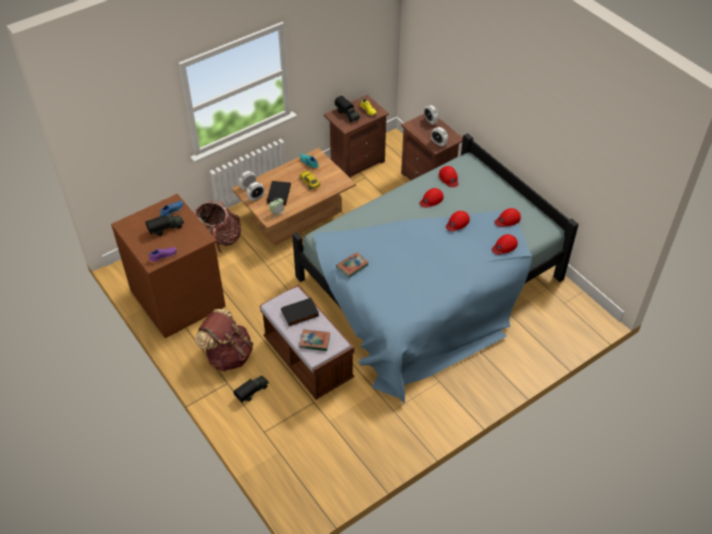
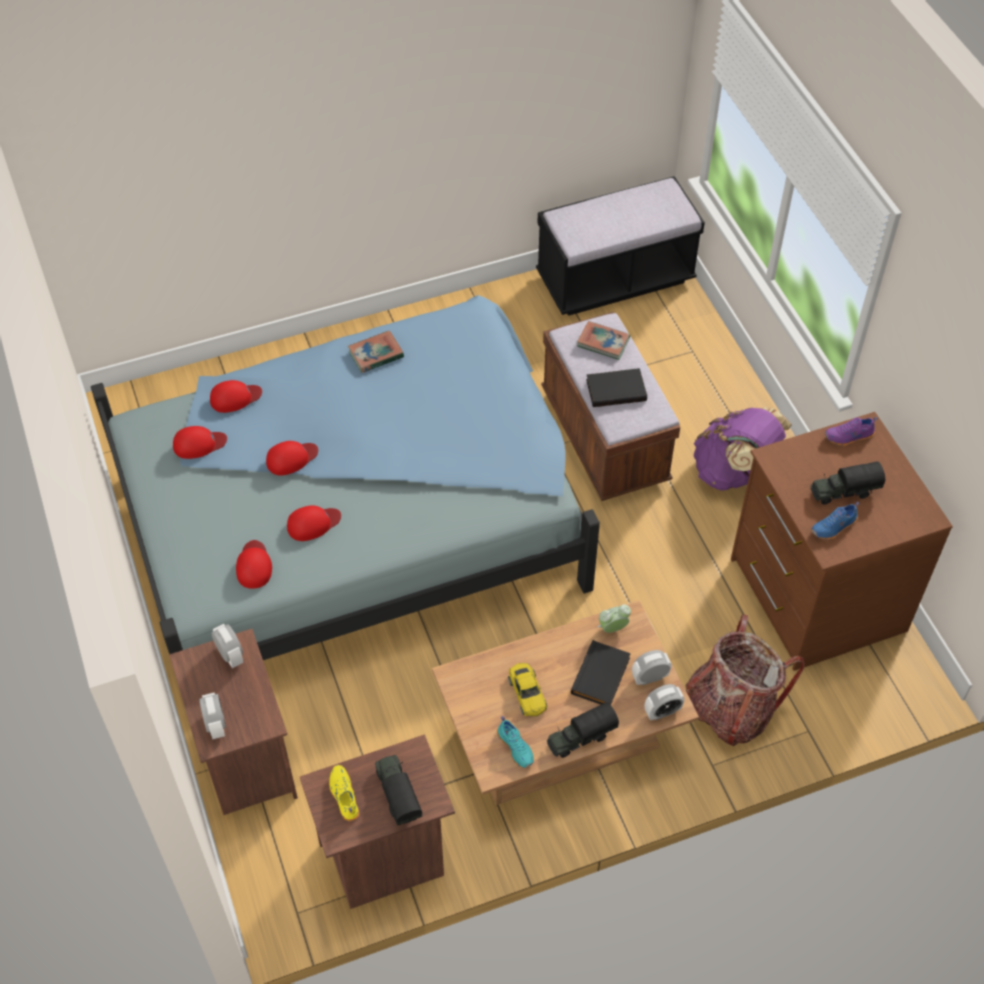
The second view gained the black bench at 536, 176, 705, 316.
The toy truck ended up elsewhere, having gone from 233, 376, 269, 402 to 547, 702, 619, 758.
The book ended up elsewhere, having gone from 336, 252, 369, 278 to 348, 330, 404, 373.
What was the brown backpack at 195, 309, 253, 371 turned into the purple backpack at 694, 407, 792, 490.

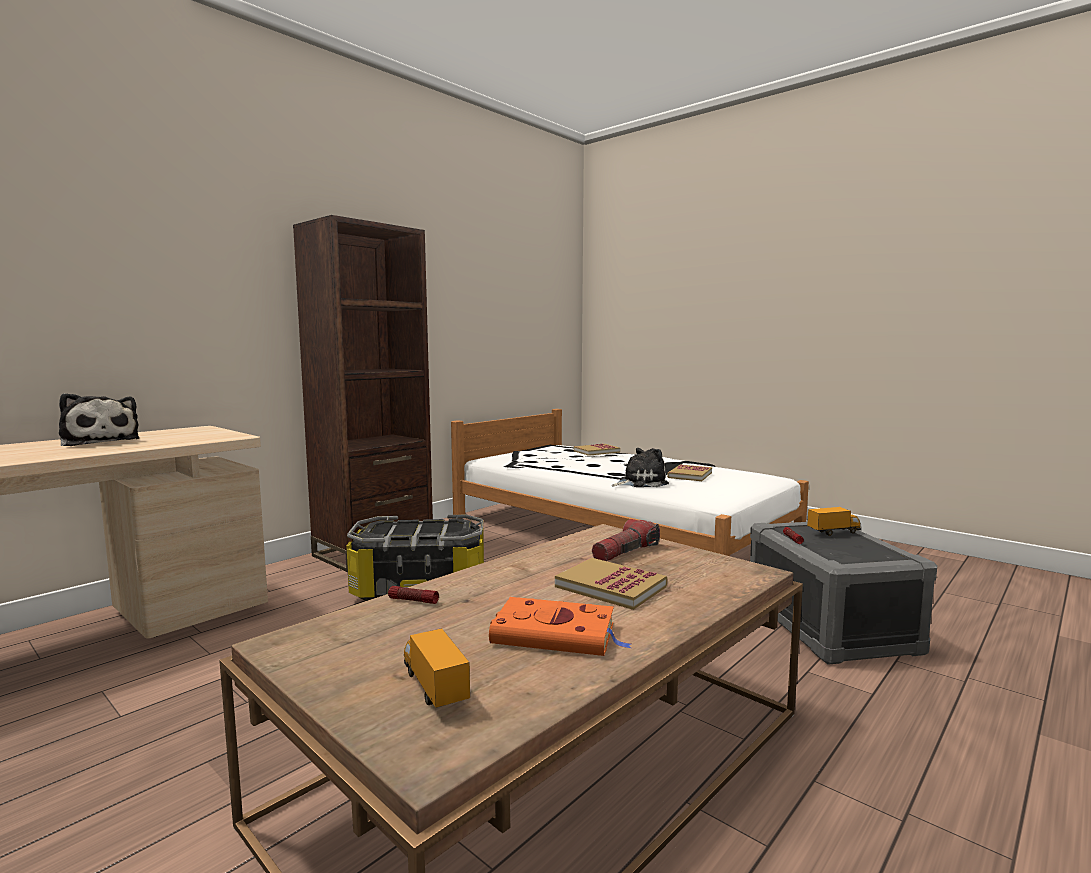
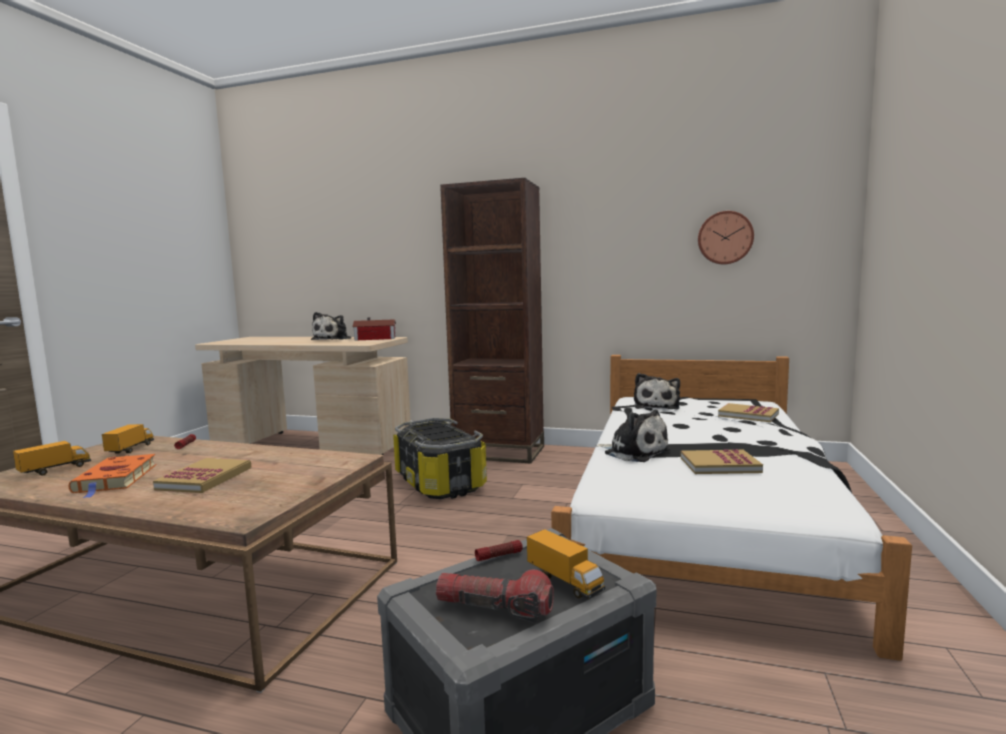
The second view gained the toy truck at 102, 424, 154, 454.
The second view gained the toy house at 352, 317, 396, 341.
The second view gained the plush toy at 634, 373, 680, 409.
The second view gained the wall clock at 698, 211, 754, 264.
The flashlight ended up elsewhere, having gone from 592, 519, 660, 561 to 436, 570, 554, 623.

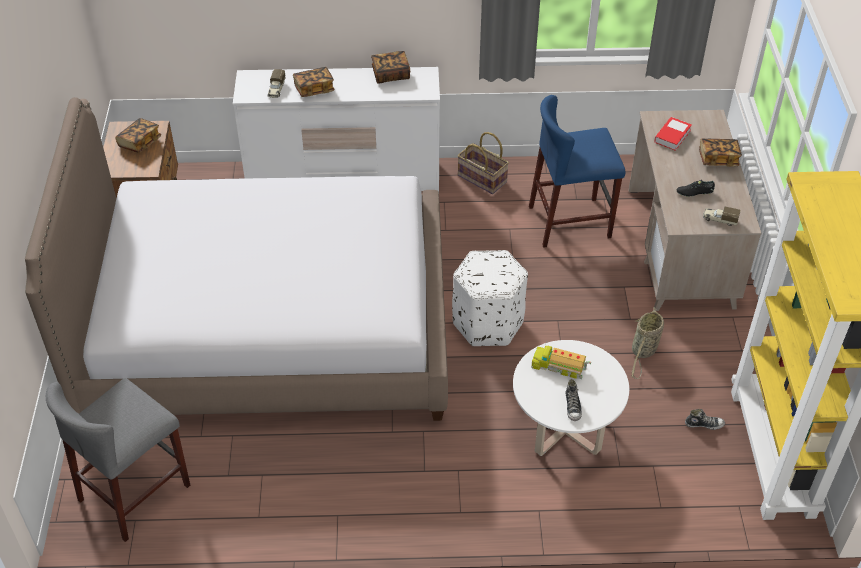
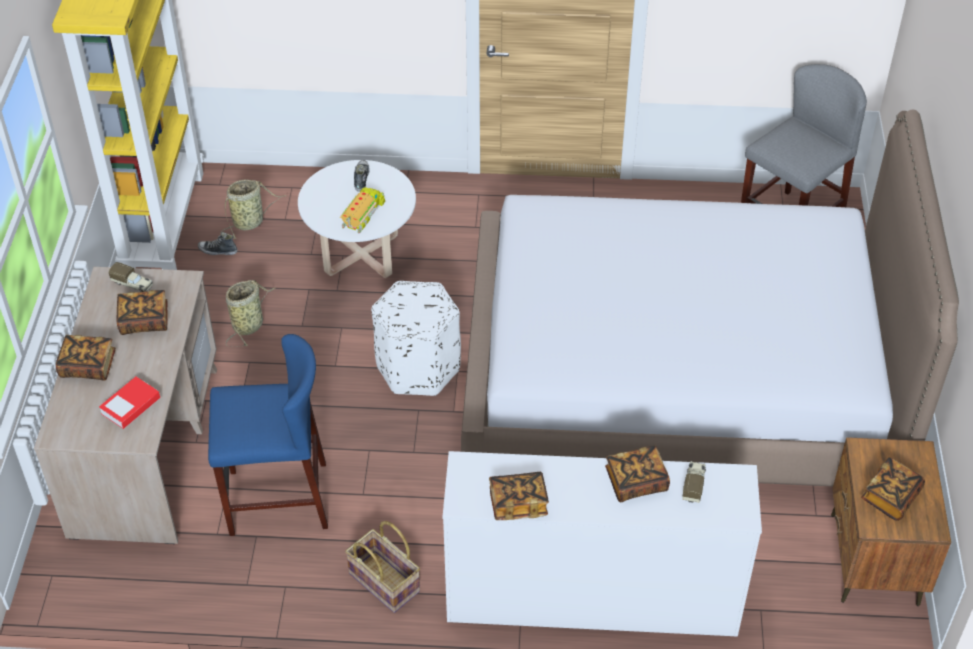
The second view gained the basket at 220, 180, 287, 239.
Where the black shoe stood at 677, 180, 715, 197, the book came to stand at 116, 290, 168, 335.
The toy truck at 531, 342, 591, 379 ended up facing another way, 90 degrees counterclockwise from before.

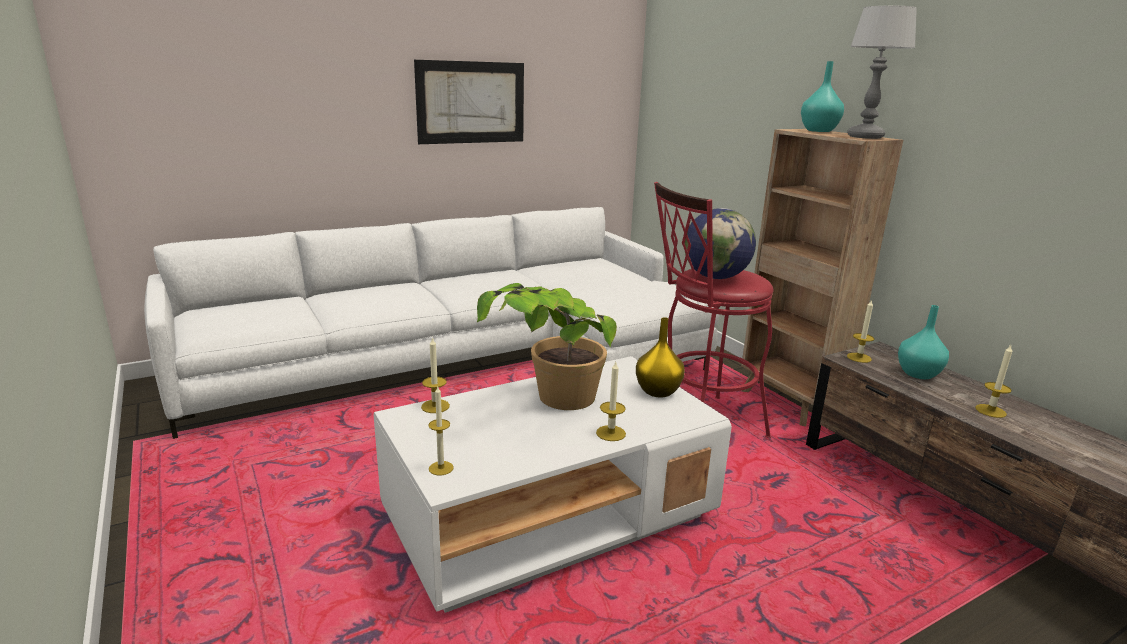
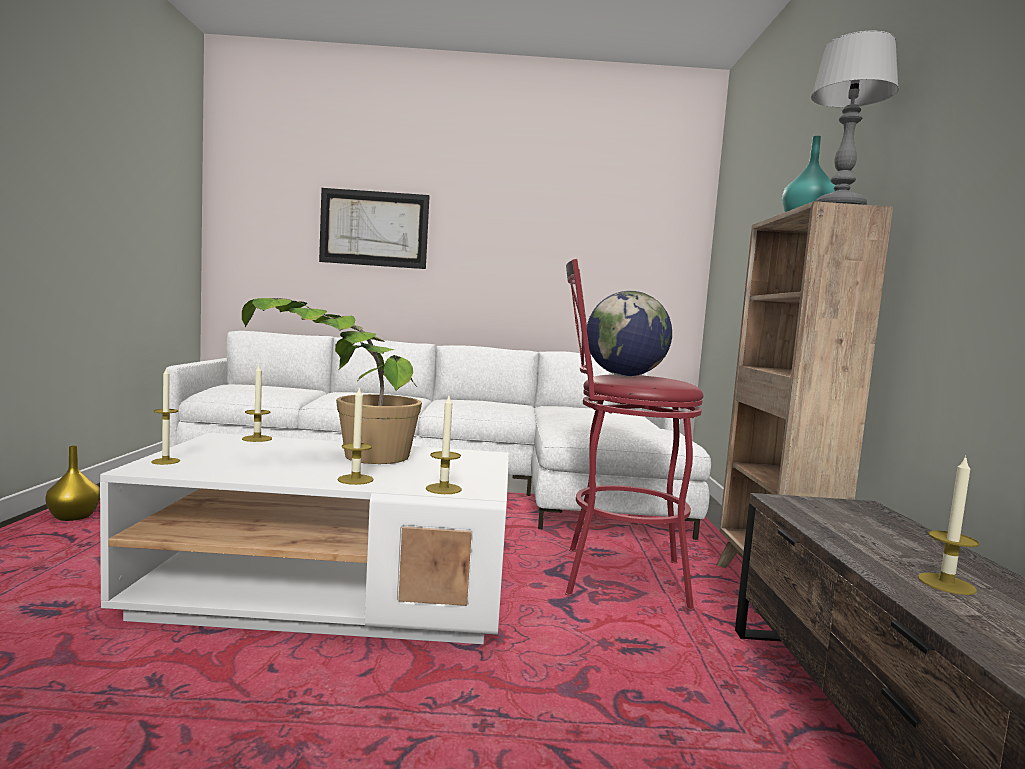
The second view lost the turquoise vase at 898, 305, 949, 379.
The picture ended up elsewhere, having gone from 414, 60, 524, 144 to 319, 188, 430, 269.
The yellow vase ended up elsewhere, having gone from 636, 317, 685, 398 to 45, 446, 100, 521.
The candle ended up elsewhere, having gone from 847, 299, 874, 363 to 426, 396, 462, 494.

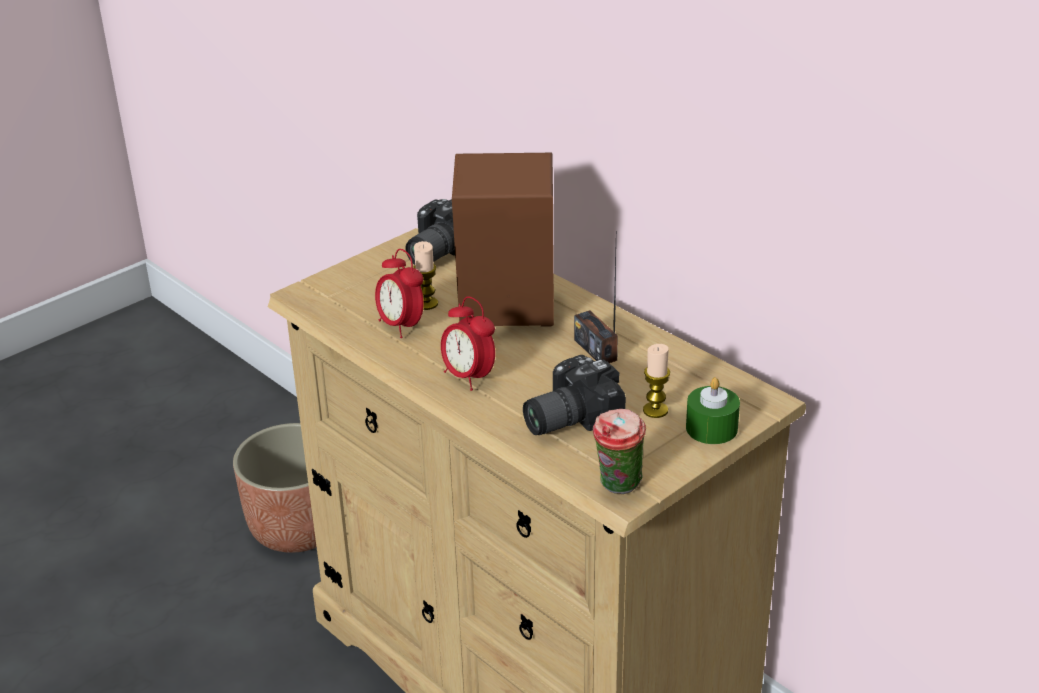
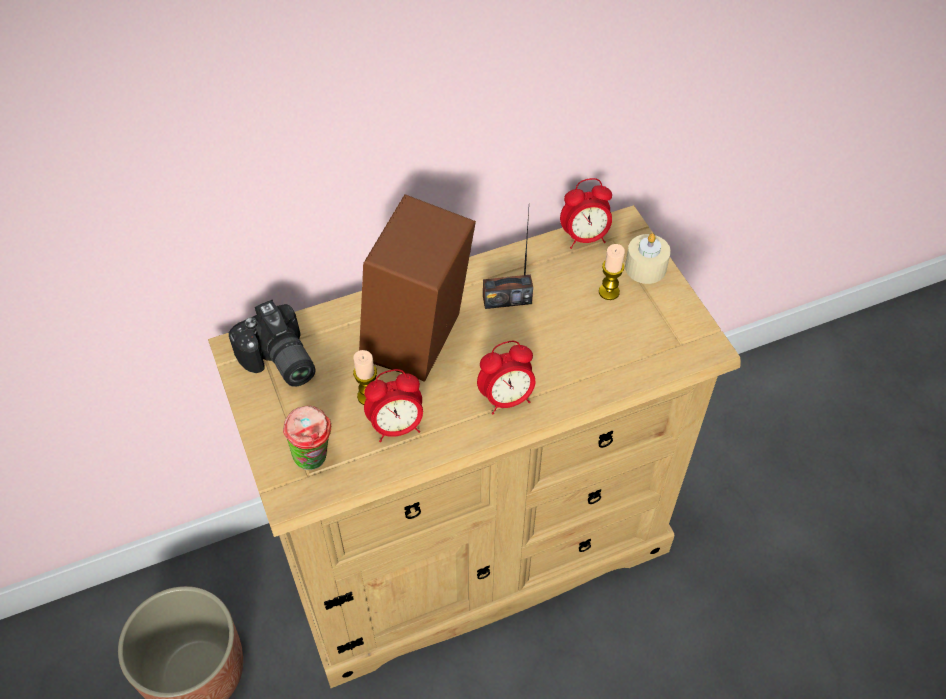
The second view lost the photo camera at 523, 355, 626, 435.
The second view gained the alarm clock at 560, 178, 612, 249.
The cup ended up elsewhere, having gone from 593, 409, 646, 494 to 283, 406, 331, 470.
What was the green candle at 686, 377, 740, 444 turned into the beige candle at 625, 233, 671, 284.

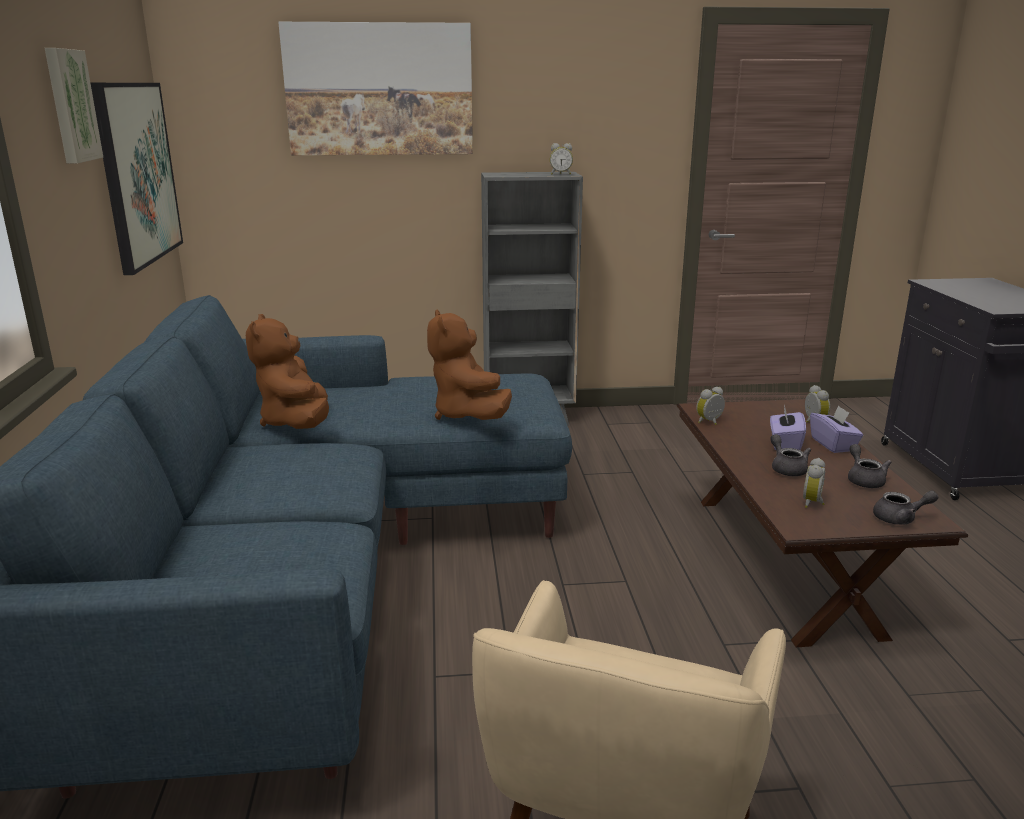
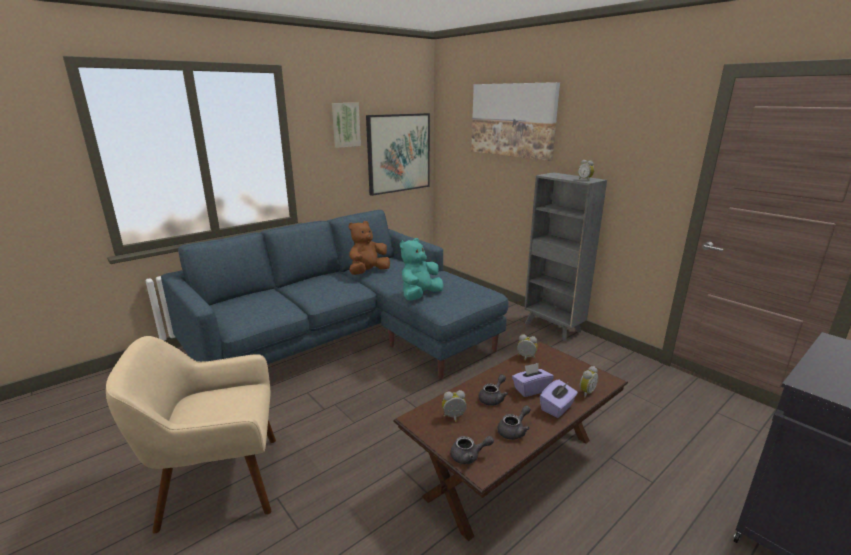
What was the brown plush toy at 427, 309, 512, 420 turned into the turquoise plush toy at 400, 238, 444, 301.
The grey teapot at 873, 490, 938, 525 ended up facing another way, 60 degrees counterclockwise from before.

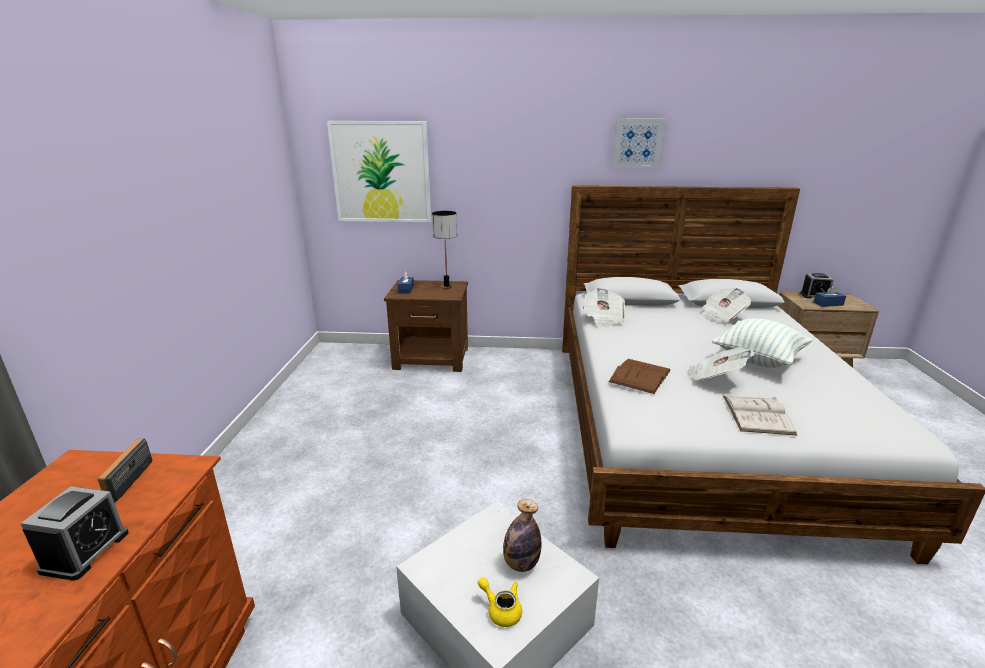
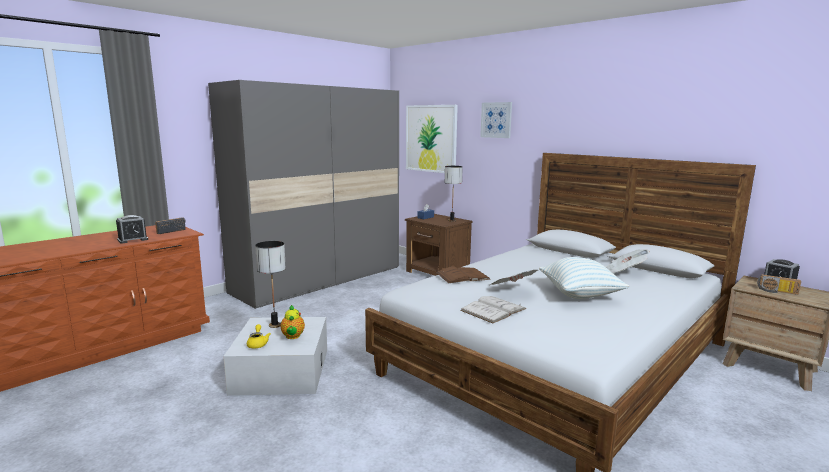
The second view lost the newspaper at 583, 288, 625, 328.
The second view gained the grey wardrobe at 208, 80, 399, 309.
The second view gained the table lamp at 255, 241, 286, 328.
The picture ended up elsewhere, having gone from 612, 118, 666, 169 to 480, 102, 512, 138.
Where the bottle stood at 503, 499, 541, 572, the teapot came to stand at 280, 305, 305, 339.
Where the blue tissue box stood at 814, 285, 846, 307, the radio came to stand at 757, 275, 801, 295.

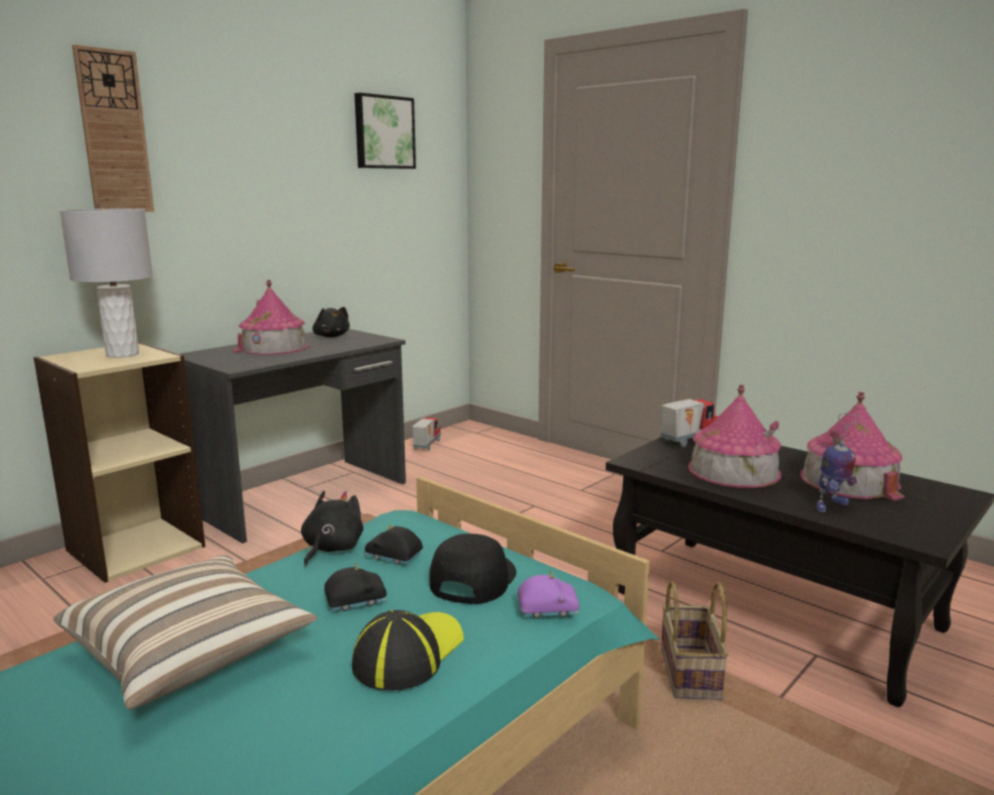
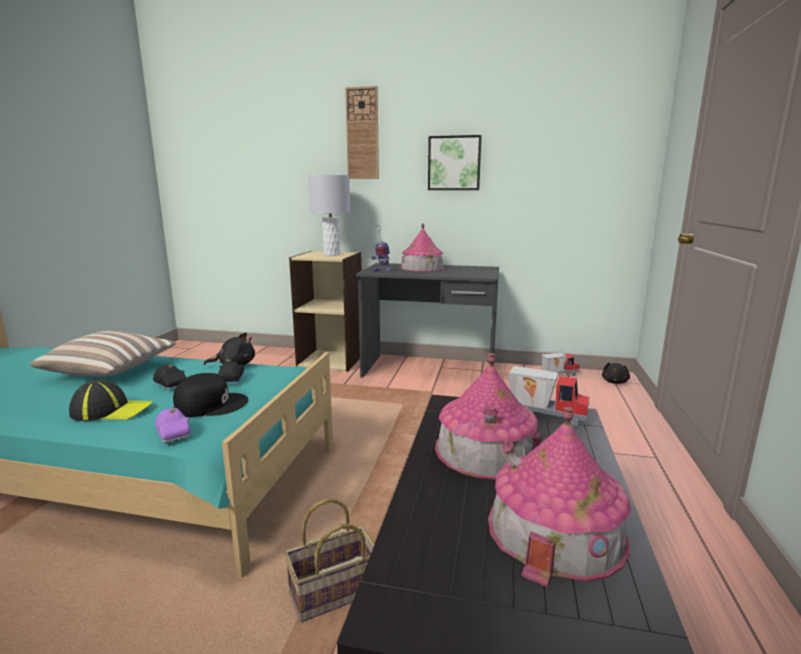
The black plush toy ended up elsewhere, having gone from 312, 307, 350, 338 to 602, 362, 630, 384.
The picture ended up elsewhere, having gone from 354, 93, 416, 169 to 428, 135, 482, 190.
The toy robot ended up elsewhere, having gone from 817, 413, 859, 512 to 371, 225, 391, 272.

